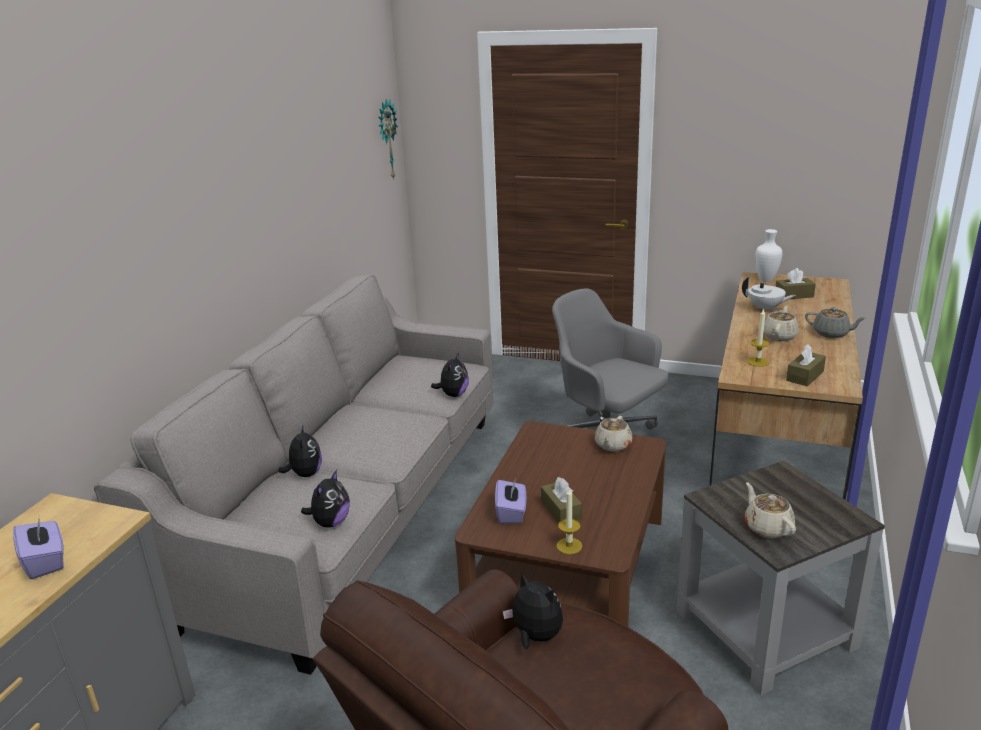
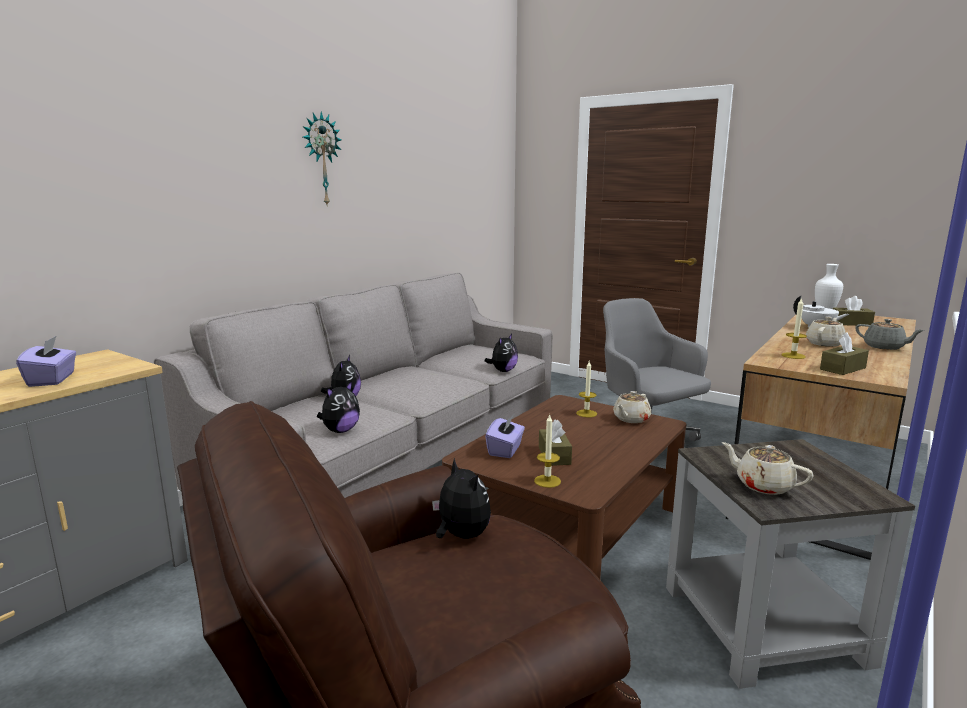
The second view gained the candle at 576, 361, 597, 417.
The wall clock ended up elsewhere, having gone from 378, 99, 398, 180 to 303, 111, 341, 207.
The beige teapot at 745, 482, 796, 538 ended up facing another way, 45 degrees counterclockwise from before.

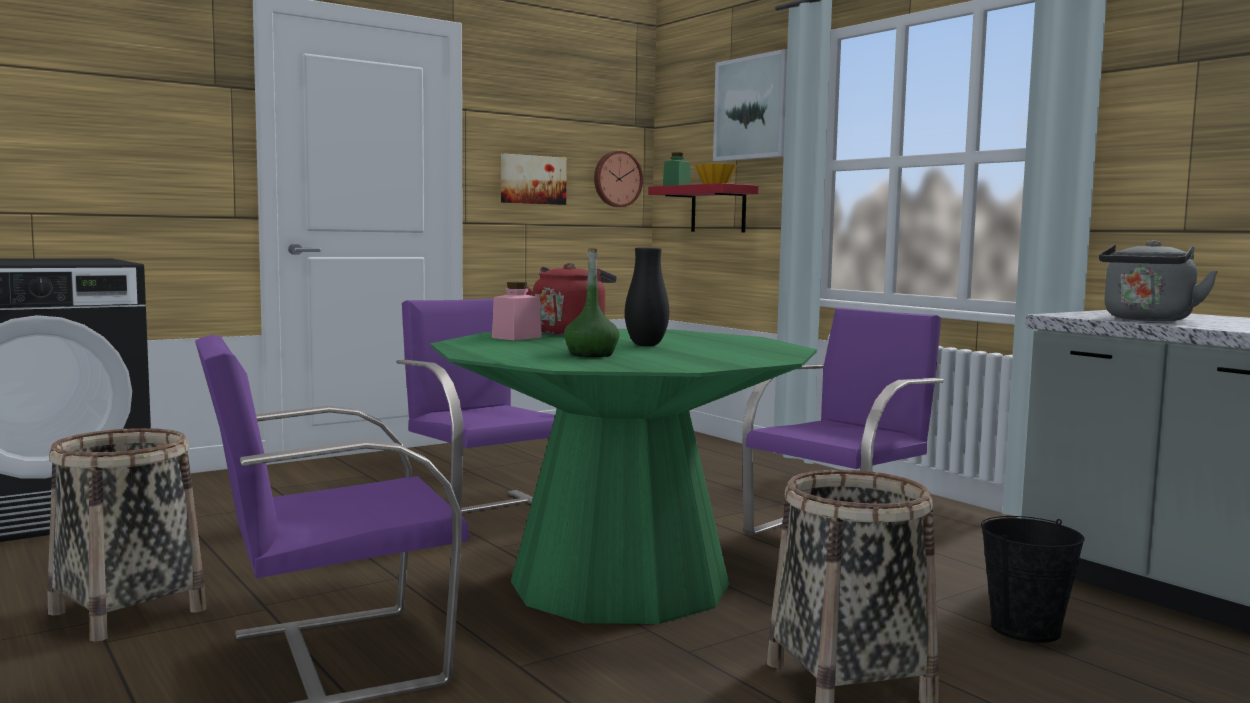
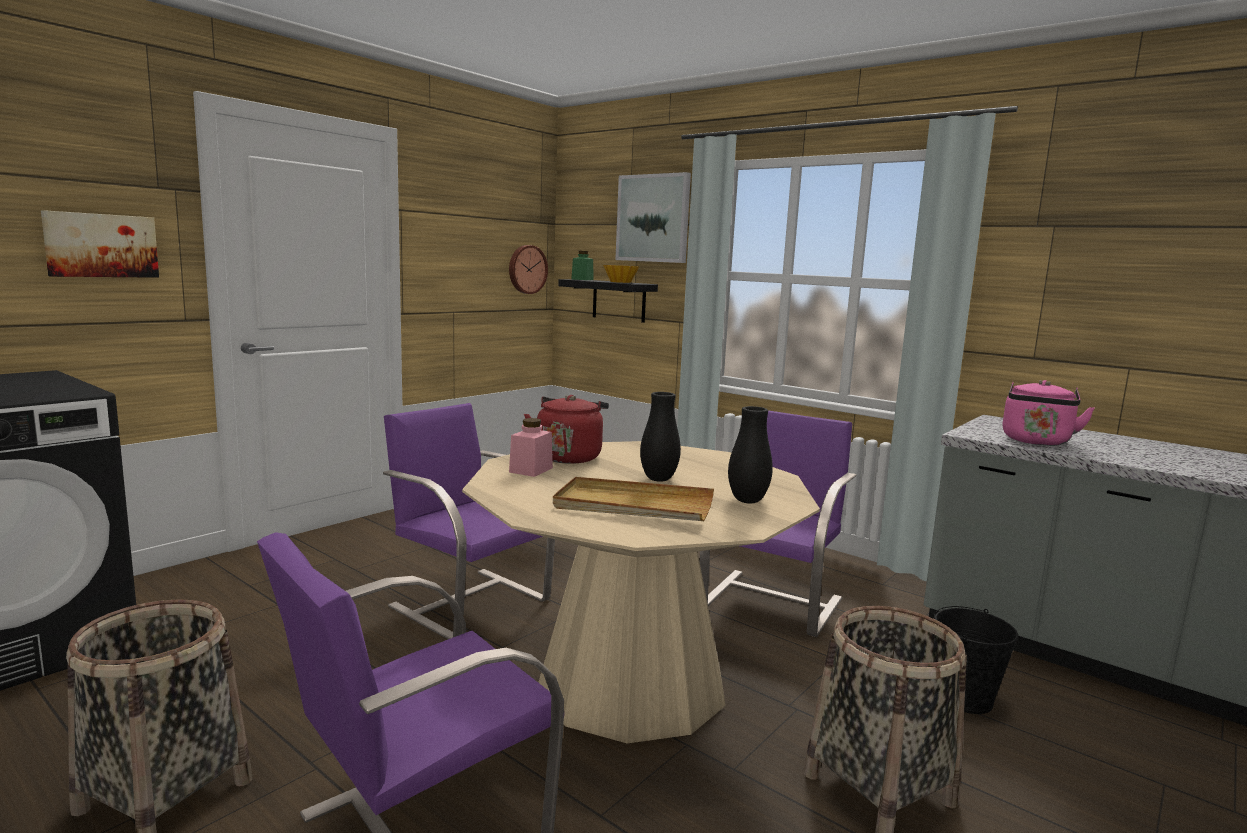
The second view gained the black vase at 728, 406, 773, 504.
The picture ended up elsewhere, having gone from 501, 154, 567, 205 to 41, 210, 159, 278.
Where the green bottle stood at 564, 248, 619, 357, the beige tray came to stand at 553, 477, 714, 521.
What was the green dining table at 430, 329, 817, 624 turned into the beige dining table at 462, 441, 820, 744.
What was the red shelf at 648, 183, 758, 232 turned into the black shelf at 558, 279, 658, 323.
What was the grey kettle at 1099, 240, 1218, 321 turned into the pink kettle at 1003, 380, 1095, 446.

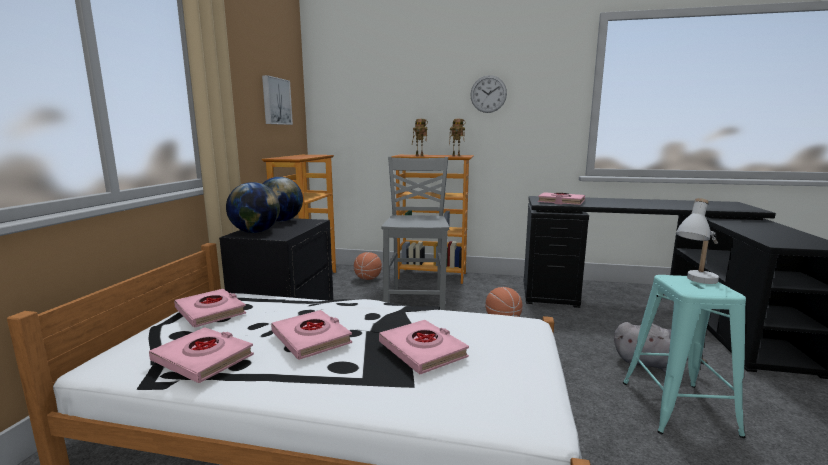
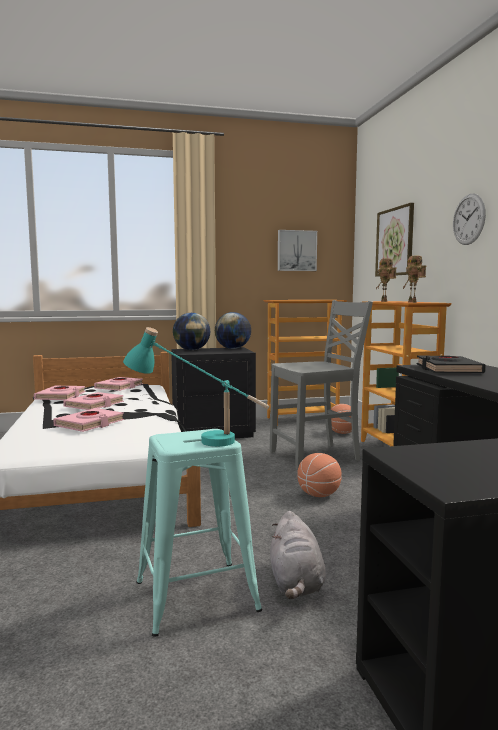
The second view gained the picture at 375, 203, 414, 277.
What was the pink book at 538, 192, 585, 205 turned into the black book at 417, 355, 486, 373.
What was the white table lamp at 676, 198, 719, 284 turned into the turquoise table lamp at 123, 327, 269, 447.

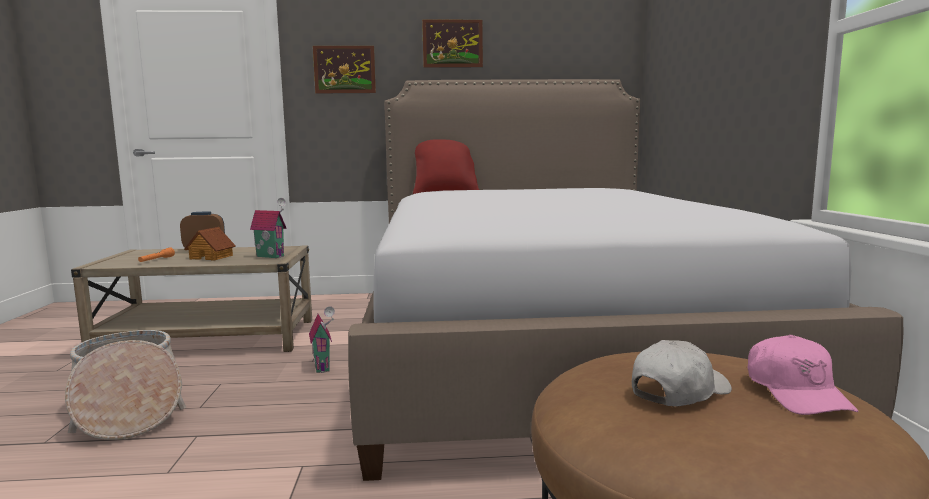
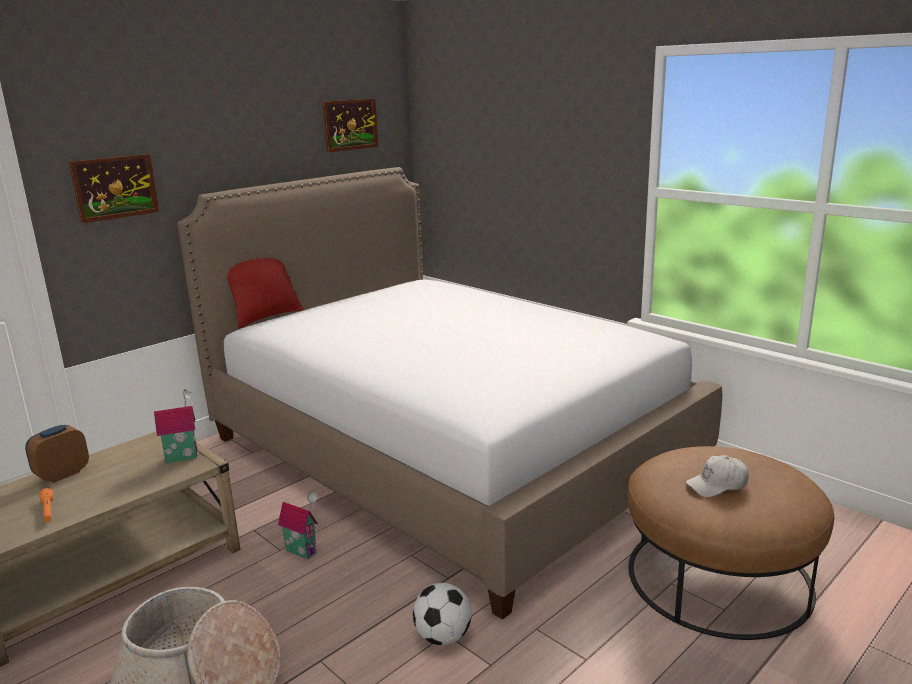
The second view lost the toy house at 184, 227, 236, 261.
The second view lost the pink cap at 748, 335, 858, 415.
The second view gained the football at 413, 583, 472, 645.
The picture ended up elsewhere, having gone from 422, 19, 483, 68 to 323, 99, 379, 152.
The white cap at 632, 340, 732, 407 ended up facing another way, 120 degrees counterclockwise from before.

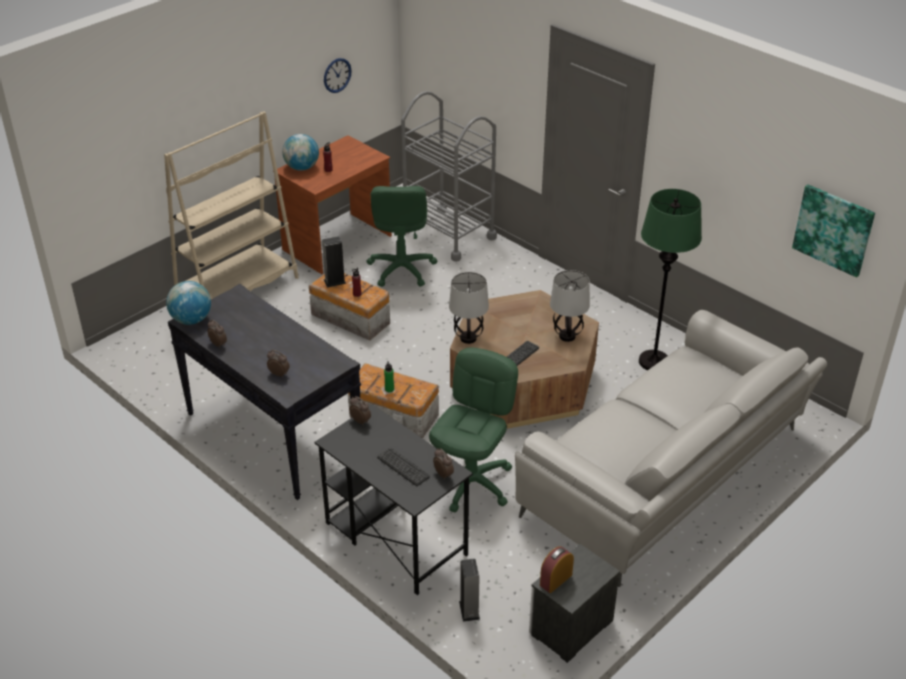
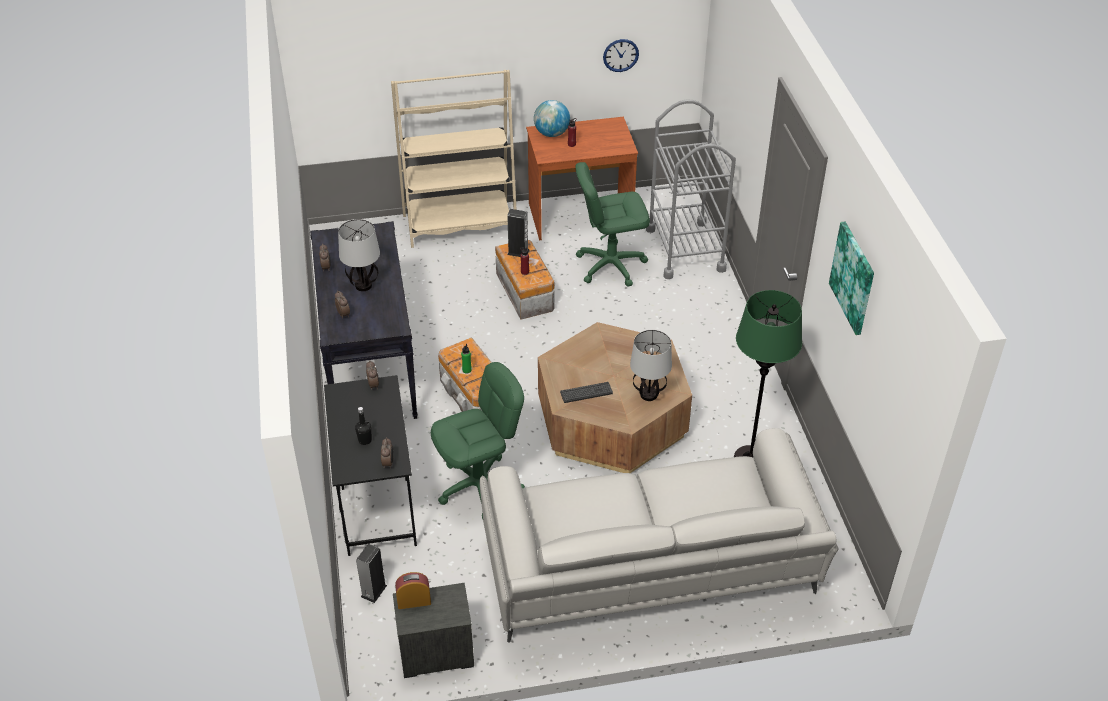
The second view lost the globe at 166, 281, 211, 325.
The table lamp ended up elsewhere, having gone from 449, 272, 489, 344 to 338, 219, 380, 291.
The picture ended up elsewhere, having gone from 792, 184, 875, 277 to 829, 222, 874, 335.
Where the keyboard stood at 377, 448, 430, 486, the black bottle came to stand at 355, 407, 372, 445.
The green office chair at 367, 186, 437, 287 ended up facing another way, 45 degrees clockwise from before.

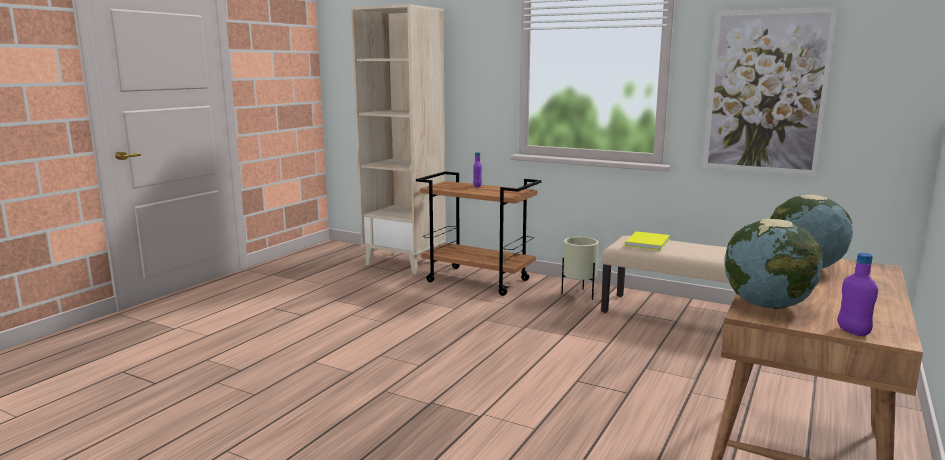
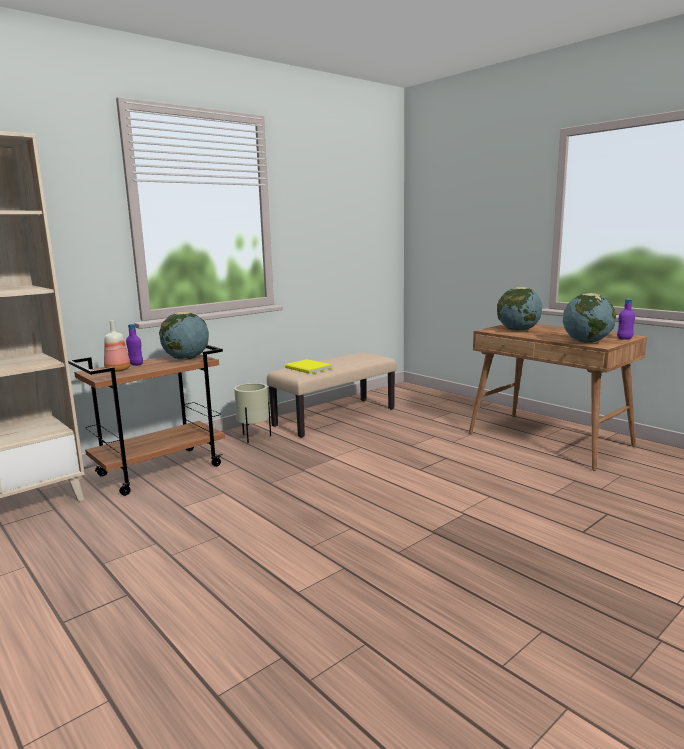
The second view lost the picture at 703, 7, 838, 175.
The second view gained the bottle at 104, 320, 130, 372.
The second view gained the globe at 159, 312, 209, 360.

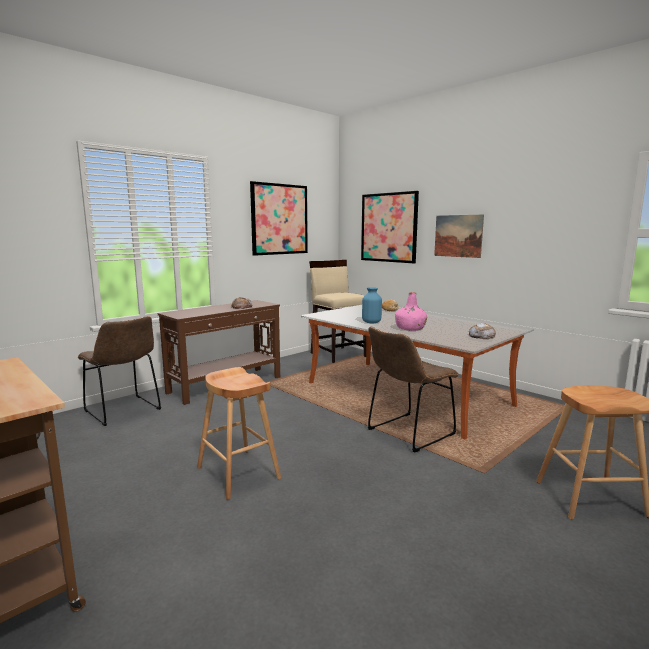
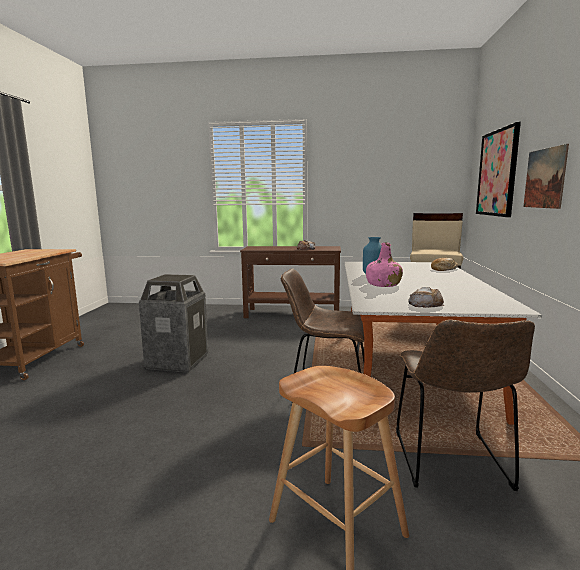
The second view lost the picture at 250, 181, 308, 256.
The brown chair ended up elsewhere, having gone from 78, 316, 161, 426 to 396, 320, 535, 491.
Where the brown stool stood at 197, 367, 281, 500, the trash can came to stand at 139, 274, 208, 373.

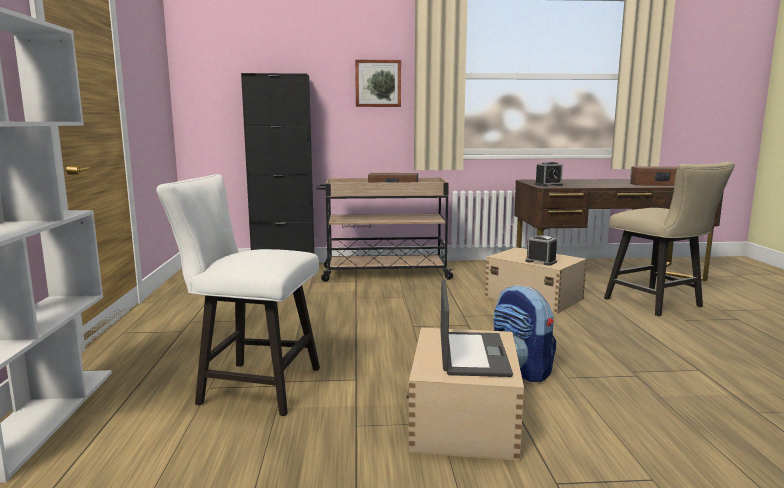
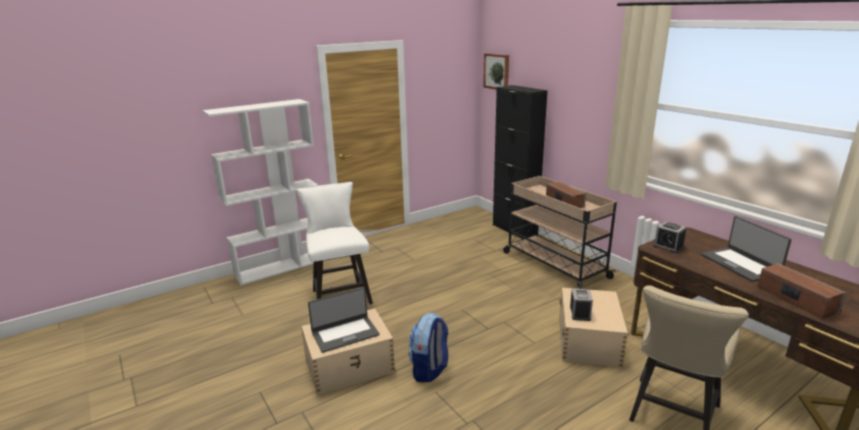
The second view gained the laptop at 701, 216, 792, 282.
The picture ended up elsewhere, having gone from 355, 60, 401, 107 to 483, 53, 509, 90.

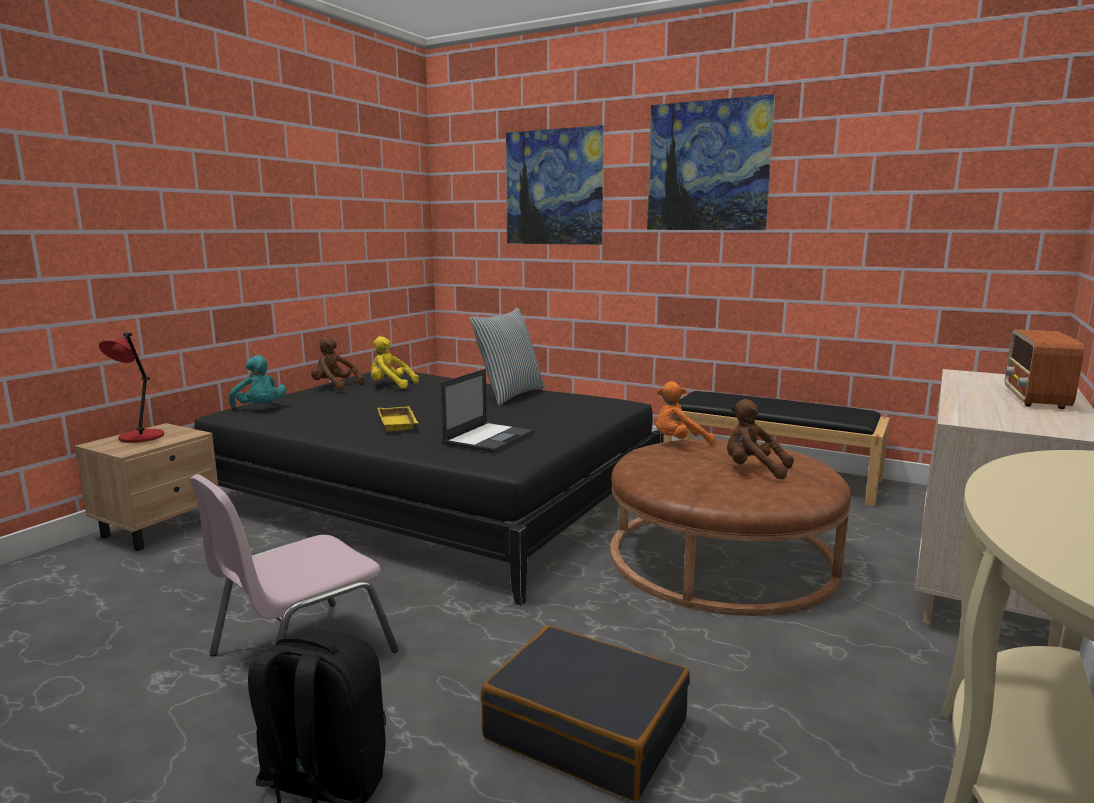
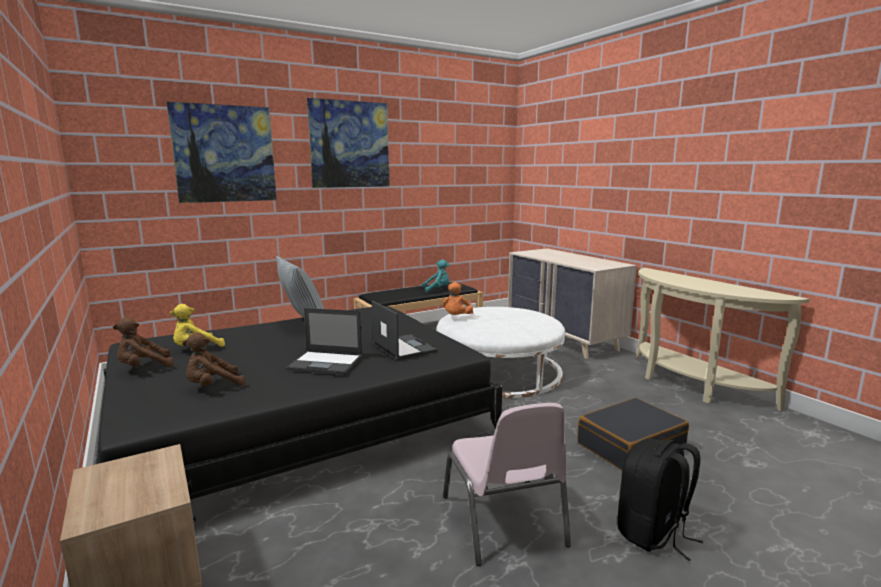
The second view lost the red table lamp at 99, 333, 164, 443.
The second view lost the radio at 1005, 329, 1084, 409.
The turquoise plush toy ended up elsewhere, having gone from 229, 355, 287, 408 to 421, 259, 450, 293.
The brown plush toy ended up elsewhere, having gone from 727, 399, 793, 479 to 182, 333, 246, 386.
Where the yellow tray stood at 378, 406, 418, 432, the laptop came to stand at 285, 308, 363, 375.
What was the brown ottoman at 610, 439, 851, 616 turned into the white ottoman at 437, 307, 565, 398.

